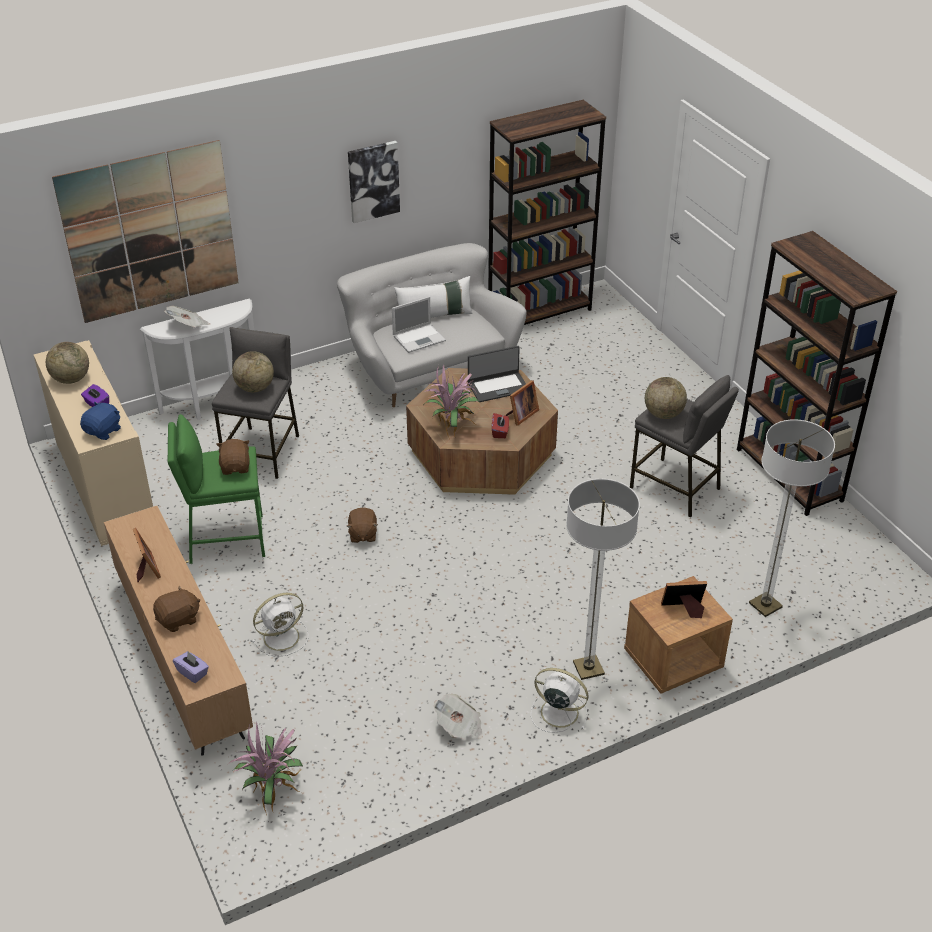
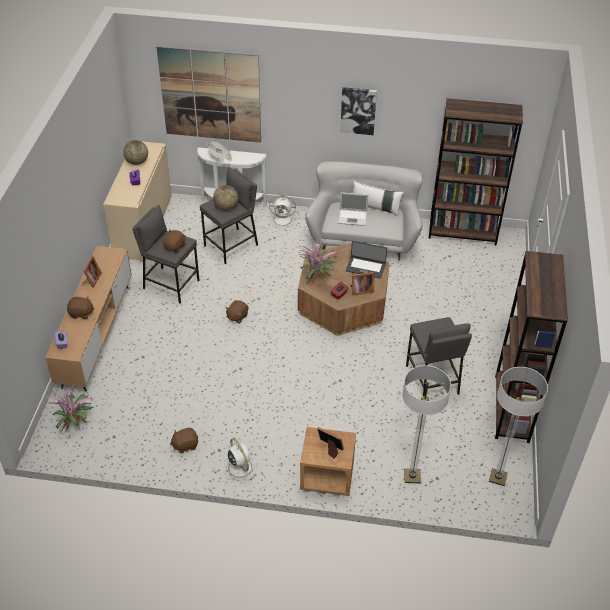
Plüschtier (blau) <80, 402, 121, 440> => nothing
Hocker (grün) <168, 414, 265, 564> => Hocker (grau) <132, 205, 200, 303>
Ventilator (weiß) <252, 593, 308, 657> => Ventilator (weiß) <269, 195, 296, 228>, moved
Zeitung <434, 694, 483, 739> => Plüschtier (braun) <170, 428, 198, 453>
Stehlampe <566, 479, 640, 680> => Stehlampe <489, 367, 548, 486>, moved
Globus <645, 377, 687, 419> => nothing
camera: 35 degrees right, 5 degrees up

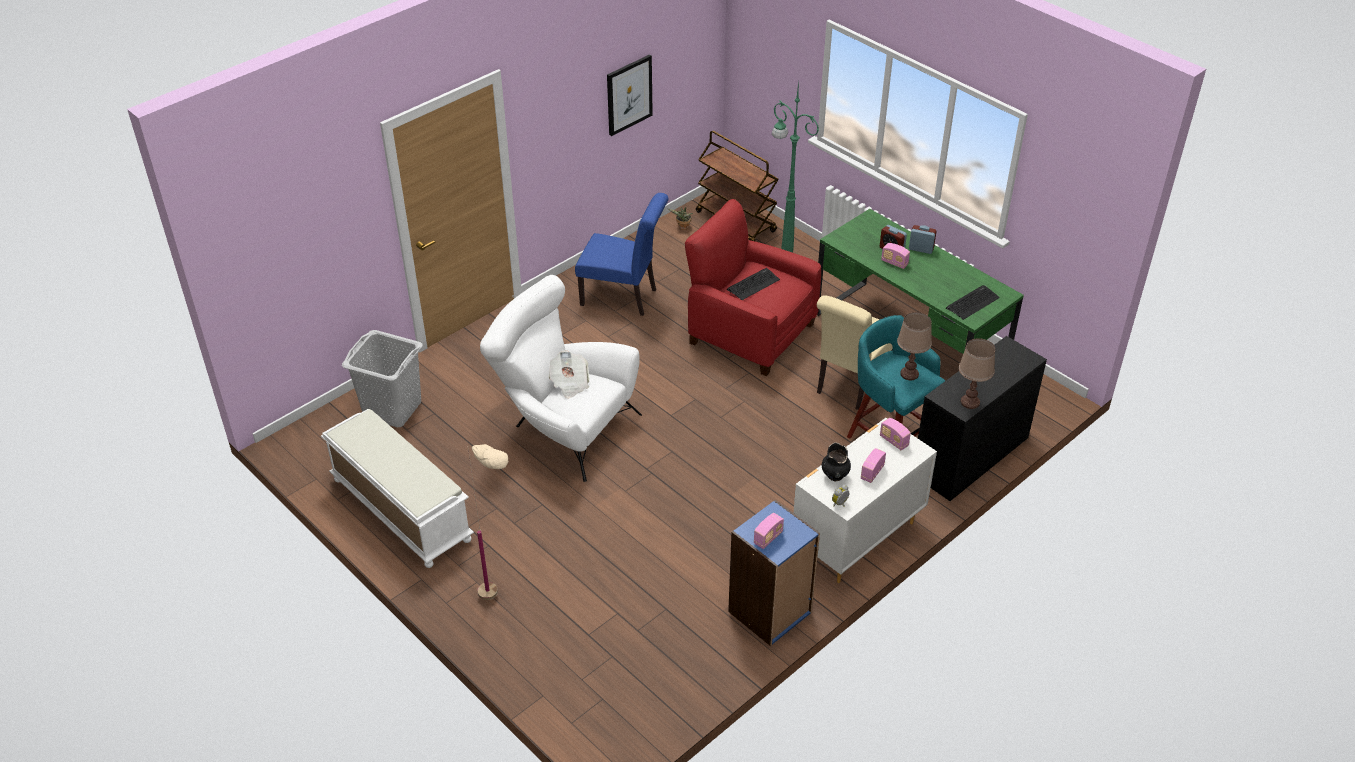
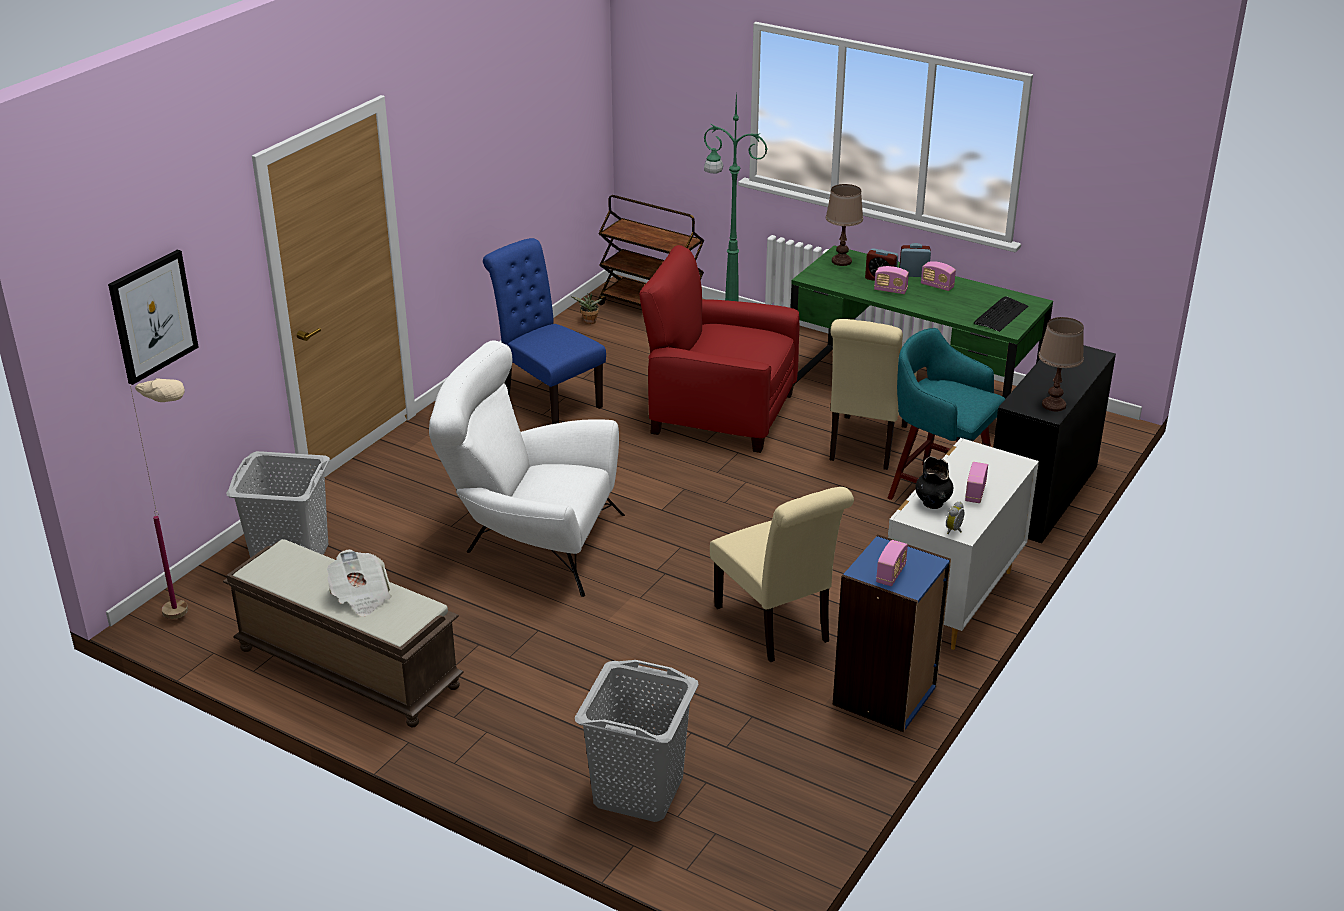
Bank (weiß) <321, 409, 474, 568> => Bank (braun) <223, 539, 464, 727>
Stehlampe (beige) <468, 444, 508, 600> => Stehlampe (beige) <130, 379, 188, 619>, moved
Zeitung <548, 350, 589, 399> => Zeitung <327, 549, 392, 617>, moved
Stuhl (blau) <575, 193, 669, 316> => Stuhl (blau) <483, 238, 606, 424>, 135 degrees counterclockwise
Bild <607, 55, 653, 136> => Bild <108, 249, 199, 385>, moved
Tastatur <727, 268, 780, 300> => nothing
Radio <880, 418, 911, 451> => Radio <921, 261, 956, 291>, moved
Tischlampe (braun) <897, 312, 932, 380> => Tischlampe (braun) <826, 184, 863, 266>, moved
nothing => Wäschekorb (grau) <575, 660, 699, 822>
nothing => Stuhl (beige) <710, 487, 854, 662>
camera: 15 degrees left, 10 degrees down

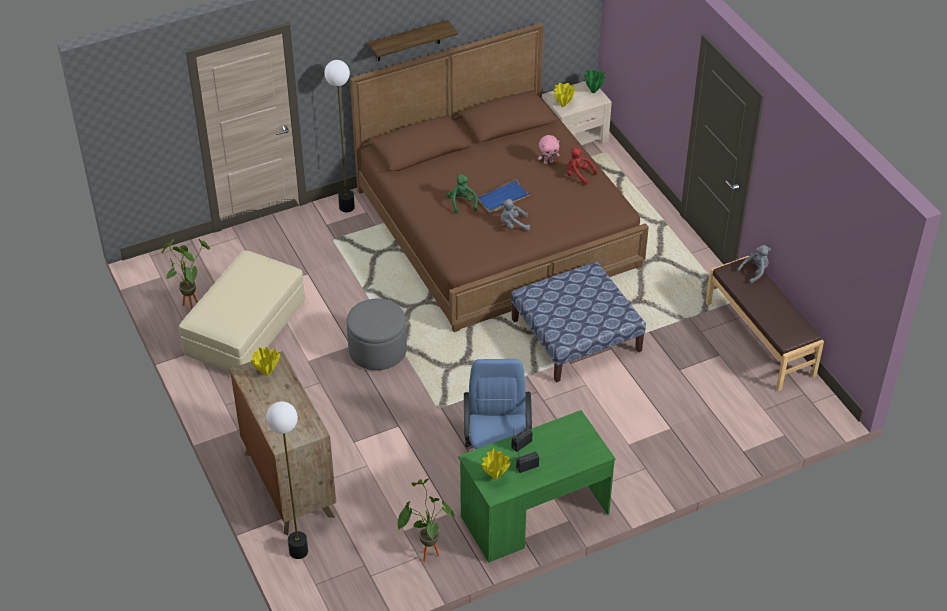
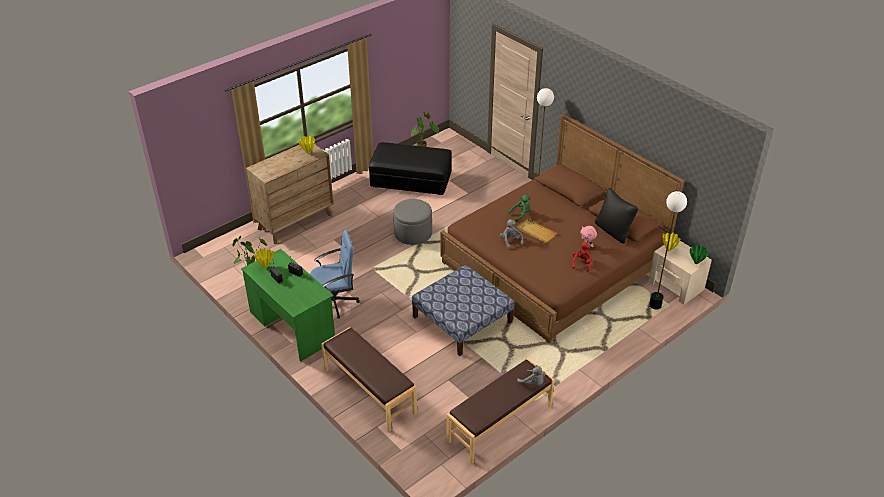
Polsterhocker (beige) <179, 250, 305, 372> => Polsterhocker (schwarz) <369, 142, 452, 195>
Stehlampe <266, 401, 308, 559> => Stehlampe <649, 191, 687, 310>, moved
Wandregal <368, 20, 458, 61> => nothing
Tablett (blau) <477, 179, 532, 213> => Tablett (beige) <517, 219, 557, 243>
nothing => Bank (braun) <321, 327, 417, 432>
nothing => Kissen (schwarz) <595, 188, 639, 244>
camera: 75 degrees right, 5 degrees down

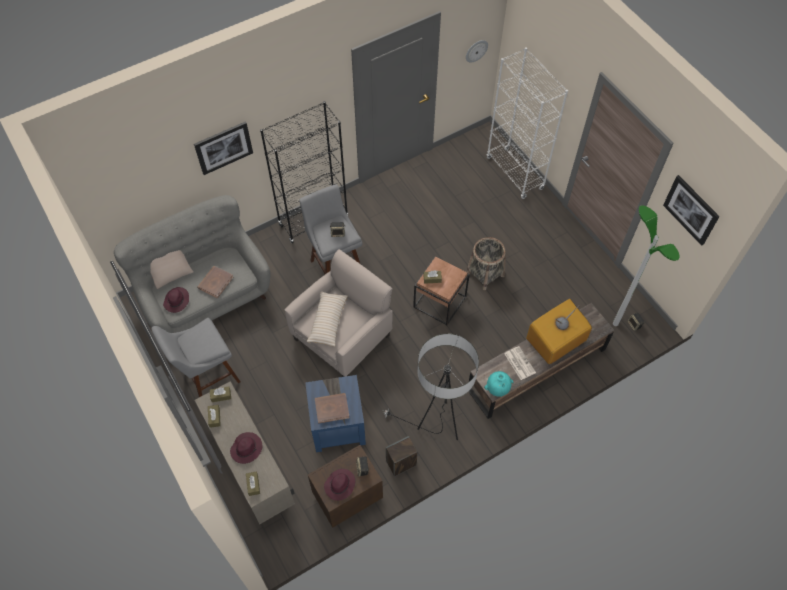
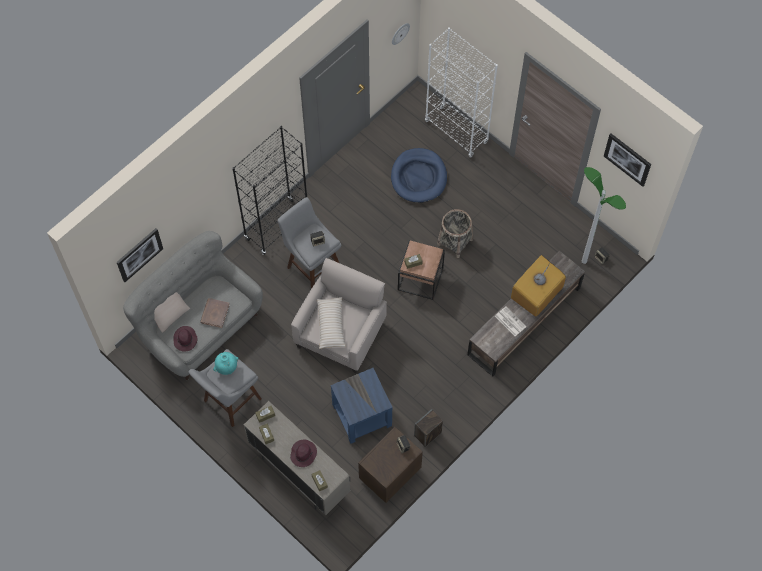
Bild <194, 121, 253, 175> => Bild <116, 228, 163, 282>, moved
Buch (braun) <315, 393, 350, 423> => nothing
Hut (lila) <324, 469, 355, 501> => nothing
Stehlampe <382, 334, 479, 440> => nothing
Vase (türkis) <484, 371, 514, 397> => Vase (türkis) <213, 352, 239, 375>, moved
nothing => Hundebett (blau) <391, 148, 447, 203>
camera: 15 degrees left, 5 degrees up

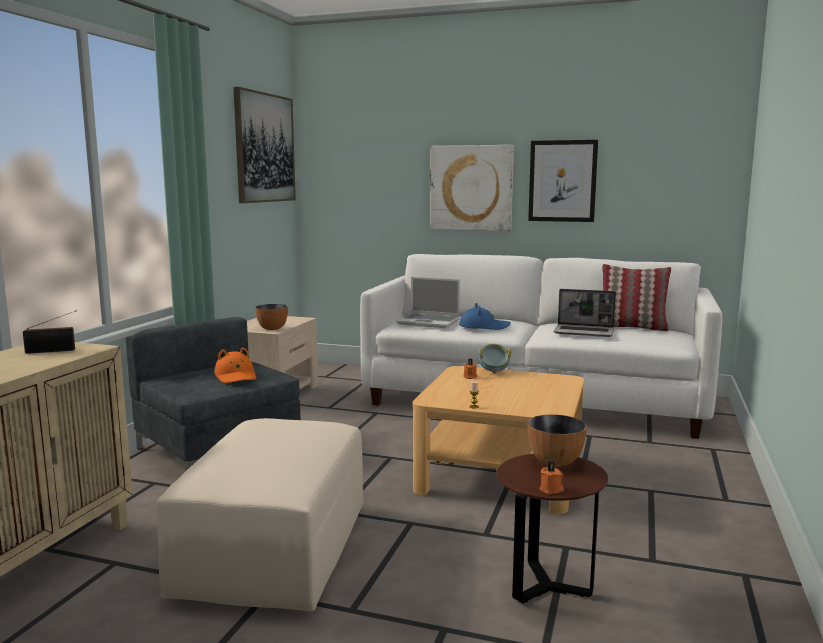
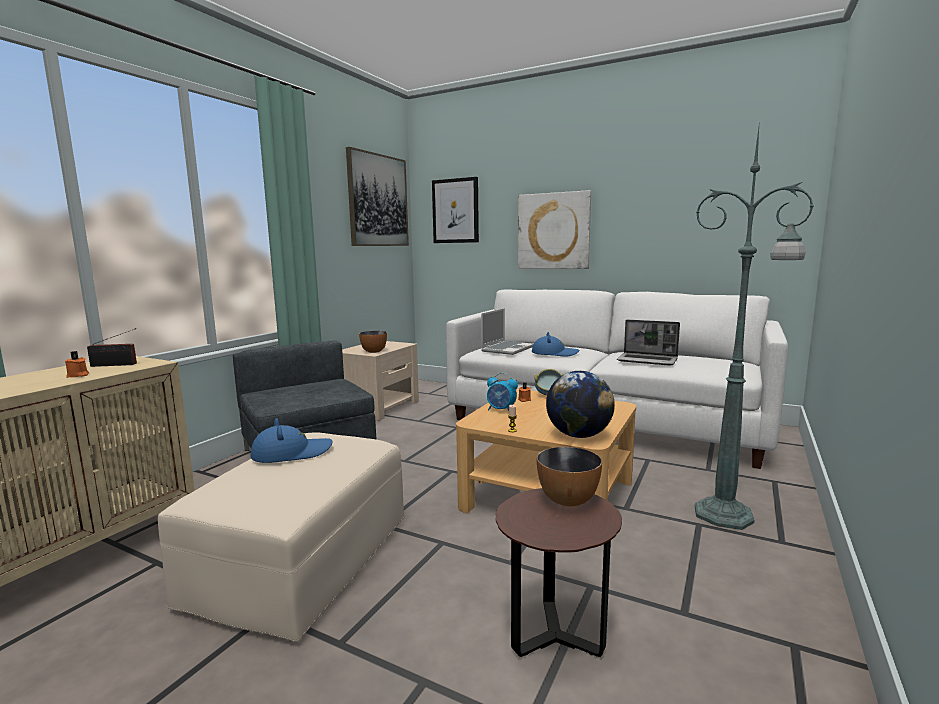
Hut (orange) <214, 347, 256, 383> => nothing
Laptop <397, 277, 460, 328> => Laptop <481, 308, 534, 355>, 90 degrees counterclockwise
Bild <528, 140, 598, 222> => Bild <432, 177, 479, 243>, moved
Kerze (orange) <539, 461, 564, 494> => Kerze (orange) <65, 351, 89, 378>, moved
Kissen <602, 264, 671, 331> => nothing
nothing => Hut (blau) <250, 418, 333, 463>
nothing => Wecker <487, 372, 518, 411>
nothing => Globus <546, 371, 615, 438>
nothing => Stehlampe (grün) <695, 128, 814, 530>
camera: 10 degrees right, 0 degrees up

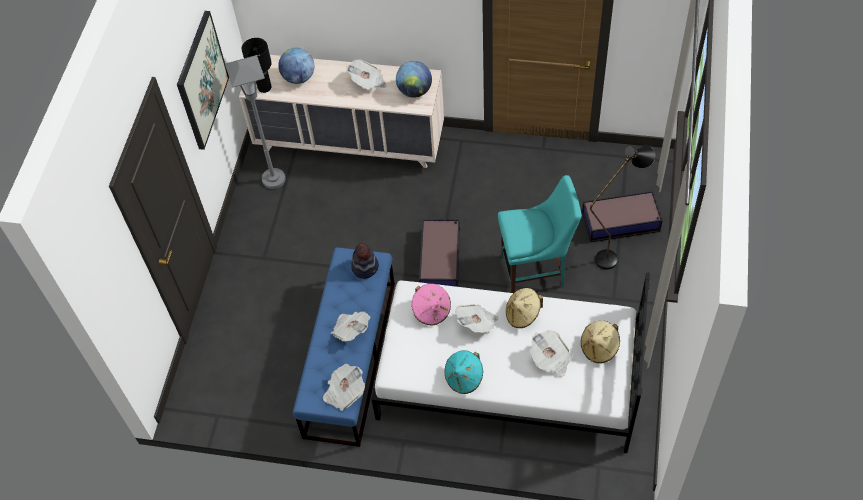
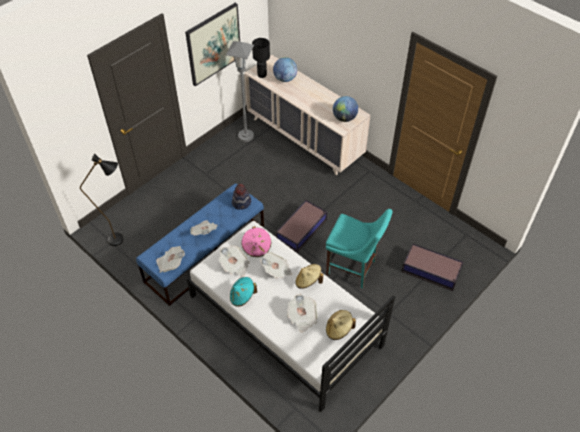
Zeitung <346, 59, 386, 90> => Zeitung <219, 245, 250, 277>, moved
Stehlampe (schwarz) <590, 146, 655, 269> => Stehlampe (schwarz) <80, 154, 124, 246>, moved
camera: 30 degrees right, 5 degrees down

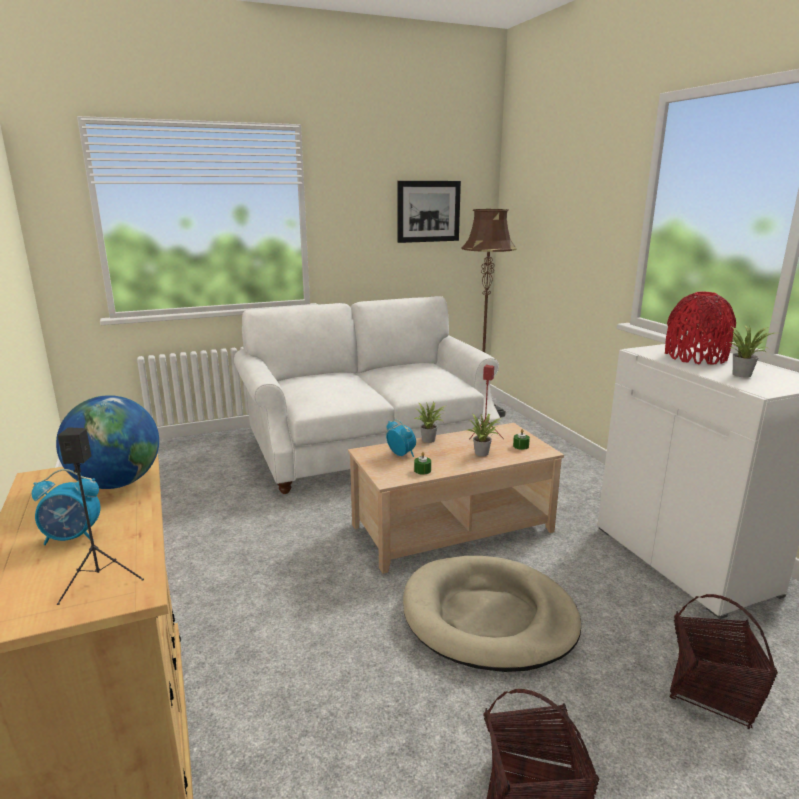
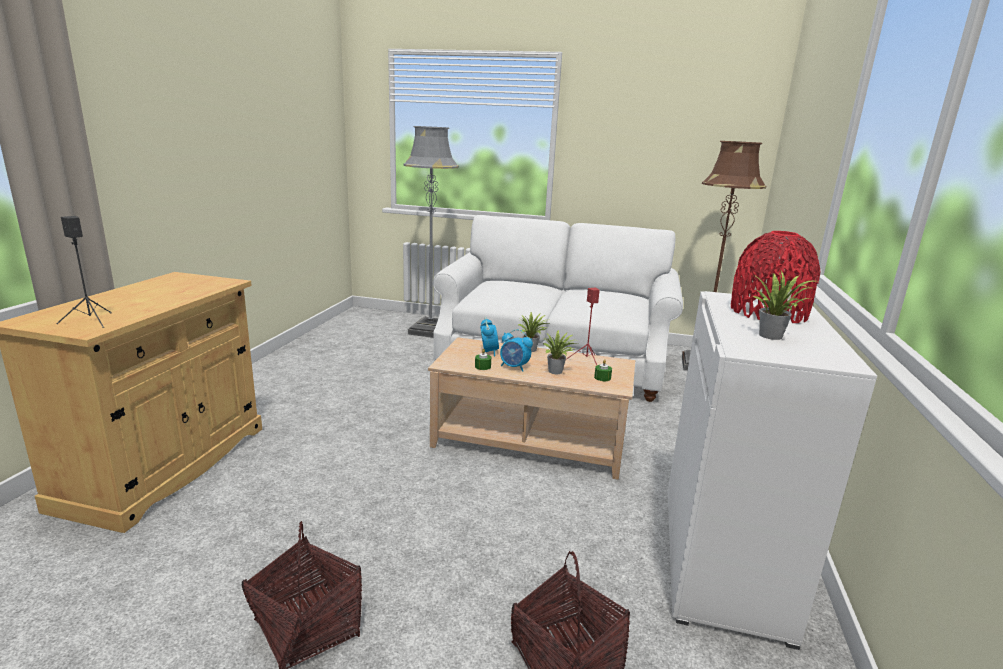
Wecker <32, 469, 100, 545> => Wecker <500, 329, 533, 372>, moved
Globus <56, 395, 159, 489> => nothing
Bild <398, 181, 461, 243> => nothing
Hundebett (beige) <403, 556, 581, 672> => nothing
nothing => Stehlampe (grau) <403, 126, 459, 338>
camera: 35 degrees right, 0 degrees up

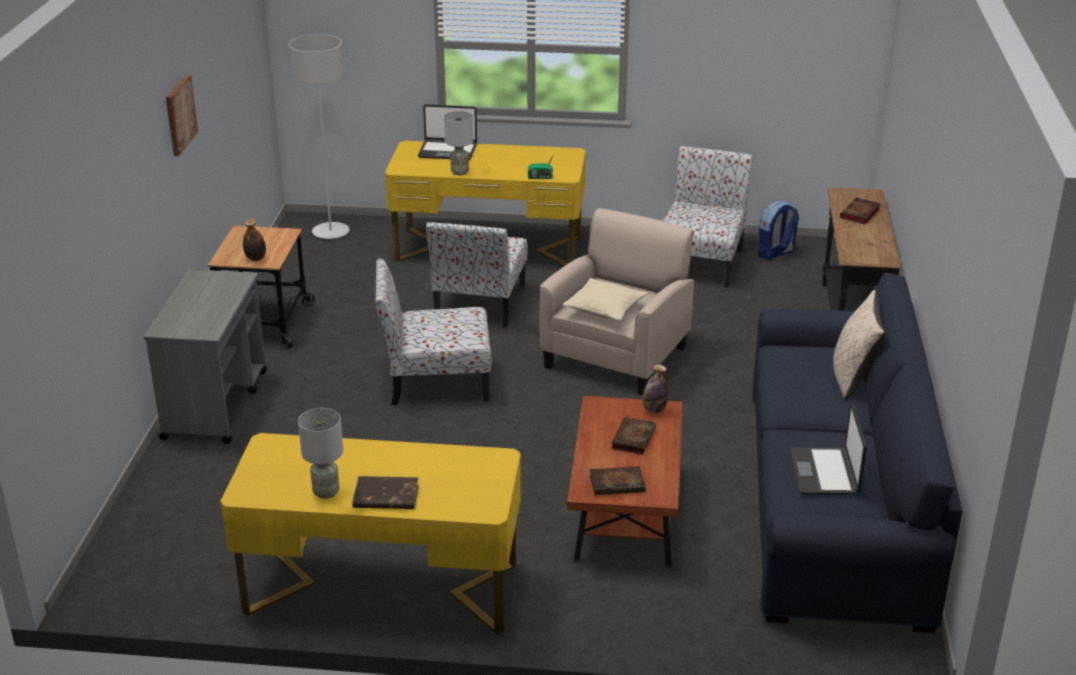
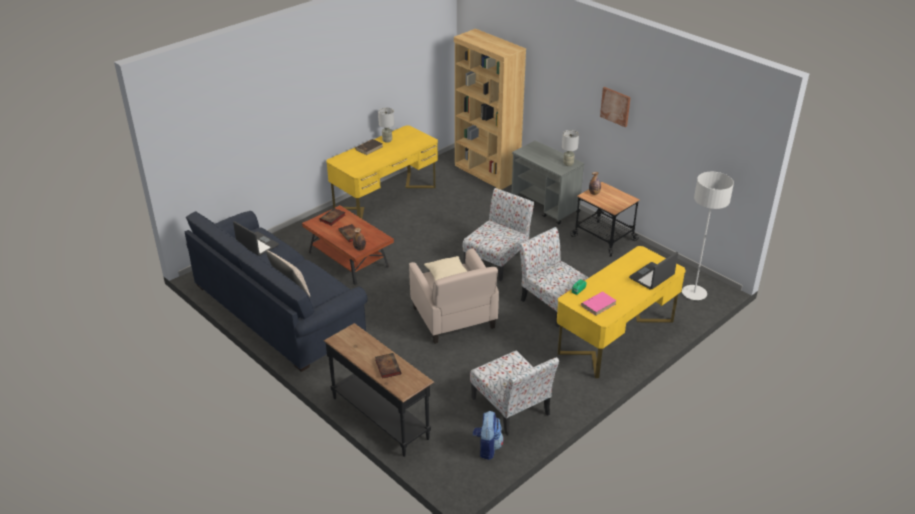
Tischlampe (grau) <444, 111, 473, 175> => Tischlampe (grau) <562, 130, 579, 166>, moved
nothing => Bücherregal (braun) <454, 29, 526, 190>
nothing => Buch (rosa) <581, 292, 617, 316>
camera: 130 degrees right, 5 degrees up

